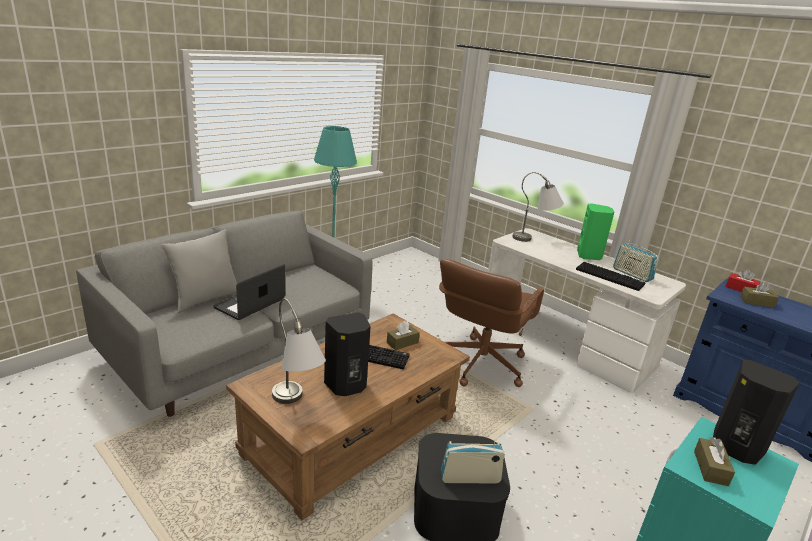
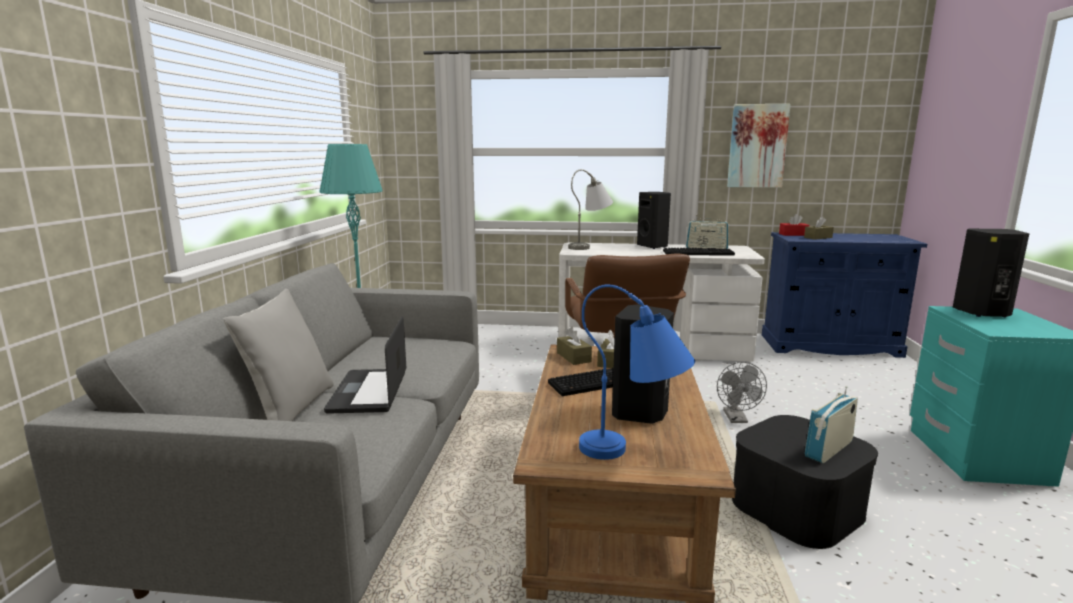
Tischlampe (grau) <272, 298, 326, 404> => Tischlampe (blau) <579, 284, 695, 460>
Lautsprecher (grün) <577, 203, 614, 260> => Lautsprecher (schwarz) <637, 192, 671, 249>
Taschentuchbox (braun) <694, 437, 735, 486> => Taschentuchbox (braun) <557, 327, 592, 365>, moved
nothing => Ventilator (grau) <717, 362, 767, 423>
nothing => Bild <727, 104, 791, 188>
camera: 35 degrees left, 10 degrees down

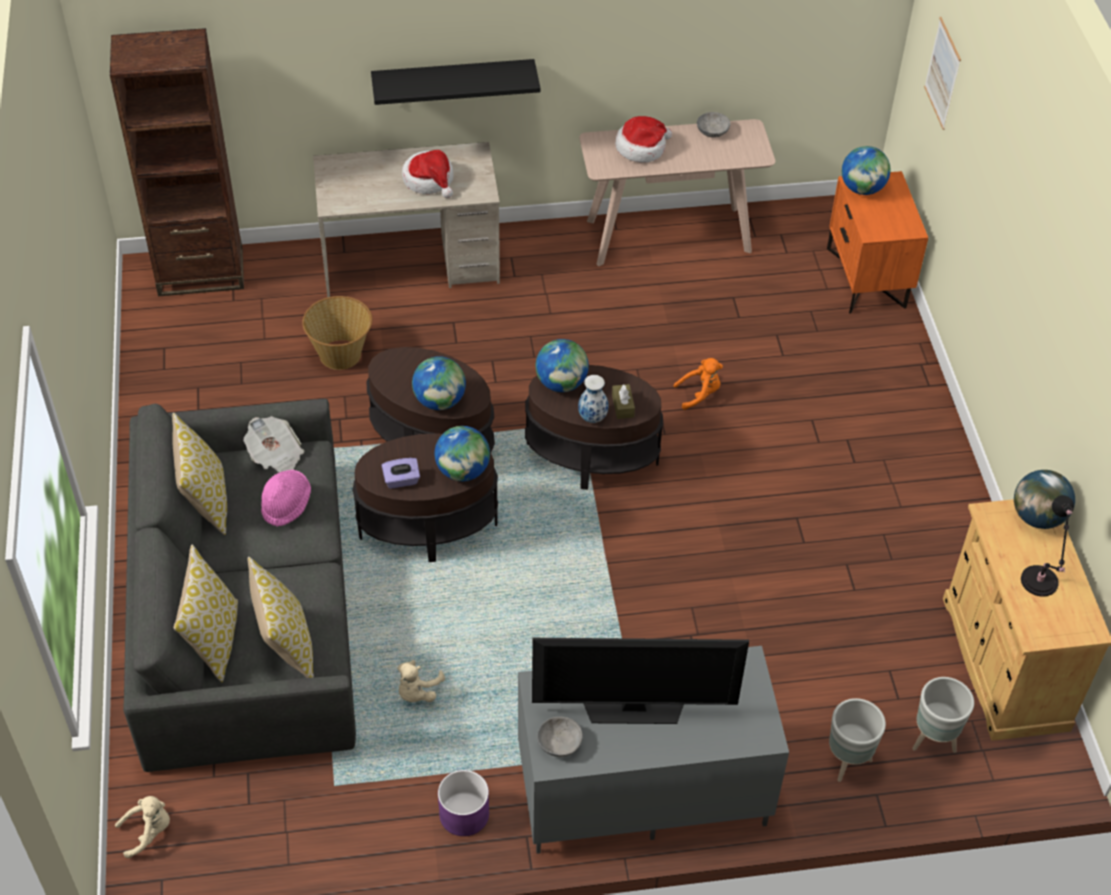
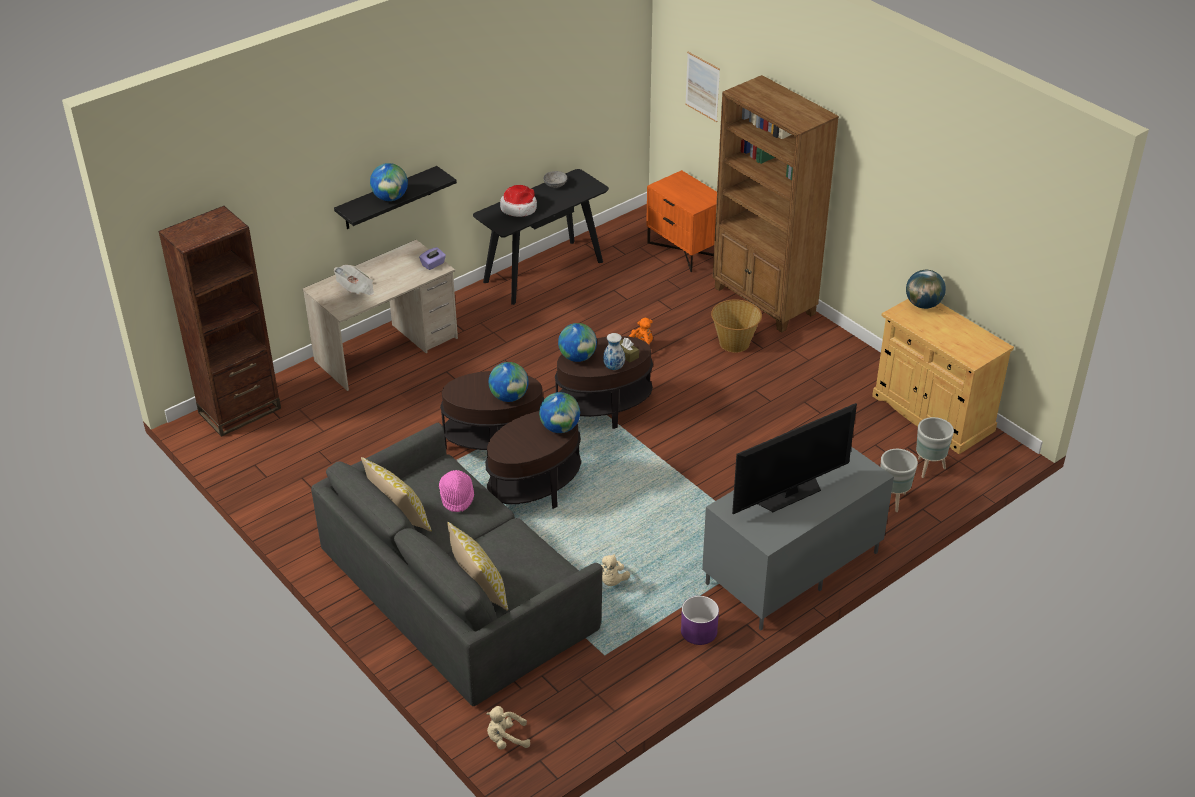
Plüschtier (beige) <115, 796, 170, 858> => Plüschtier (beige) <486, 706, 530, 749>, 135 degrees counterclockwise
Zeitung <244, 416, 304, 473> => Zeitung <334, 265, 374, 296>, moved
Kissen <248, 557, 314, 678> => nothing
Korb <302, 296, 372, 370> => Korb <711, 299, 762, 353>, moved
Taschentuchbox (lila) <382, 458, 420, 488> => Taschentuchbox (lila) <419, 247, 446, 270>, moved
Hut <402, 150, 454, 198> => nothing
Schüssel (grau) <537, 717, 583, 757> => nothing
Konsolentisch (beige) <579, 119, 775, 266> => Konsolentisch (schwarz) <473, 169, 609, 305>
Globus <842, 146, 891, 195> => Globus <370, 163, 408, 201>, moved
Tischlampe (schwarz) <1021, 495, 1074, 597> => nothing
nothing => Bücherregal (braun) <713, 75, 839, 333>
camera: 30 degrees left, 10 degrees down

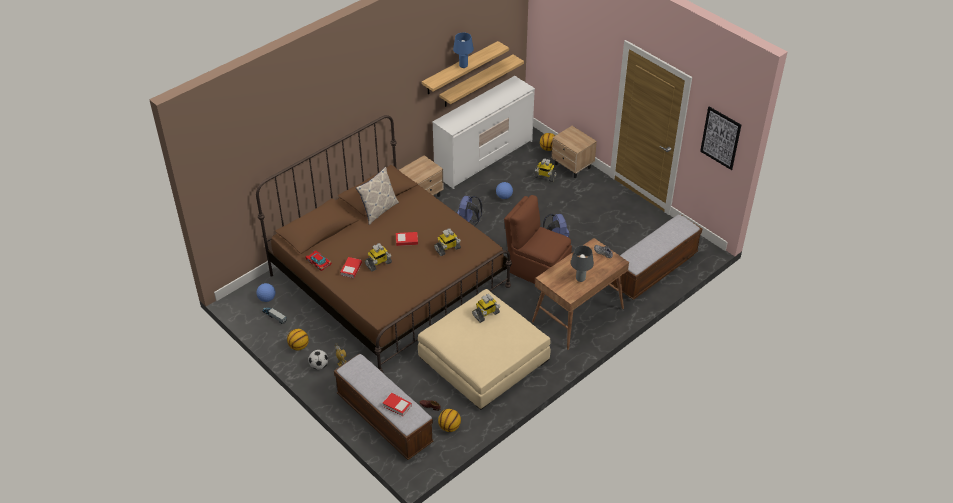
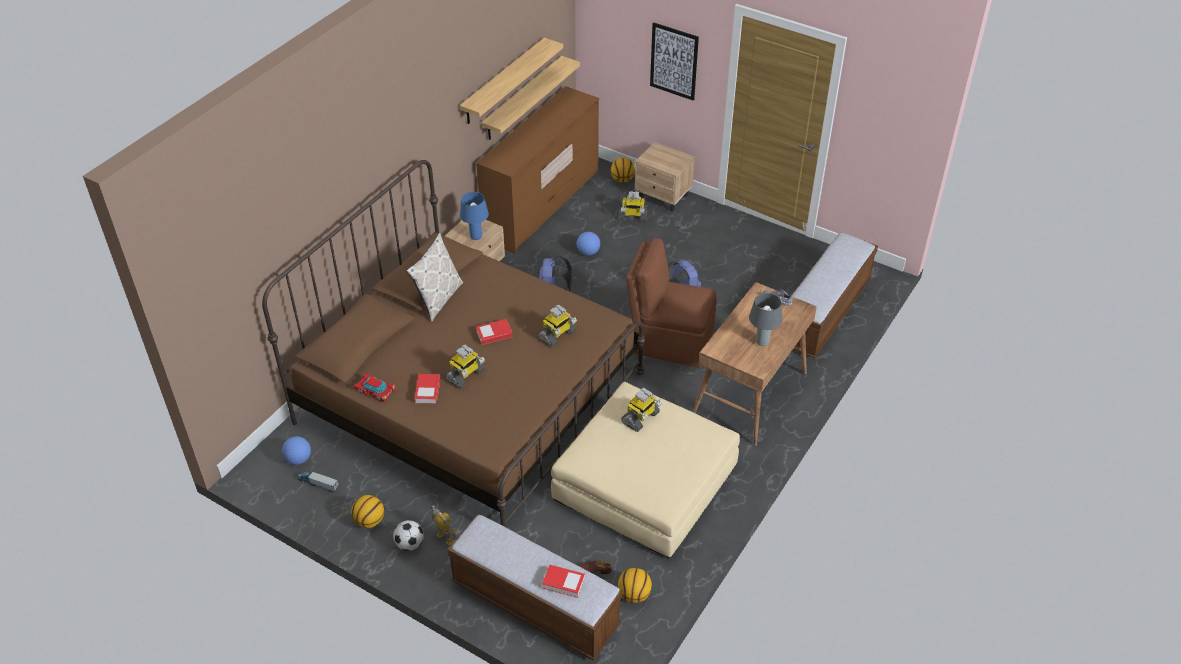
Kommode (weiß) <432, 76, 535, 189> => Kommode (braun) <476, 86, 599, 254>
Tischlampe (blau) <453, 32, 474, 68> => Tischlampe (blau) <460, 192, 489, 240>, moved
Bild <700, 107, 741, 170> => Bild <650, 22, 699, 101>, moved
camera: 15 degrees left, 0 degrees up

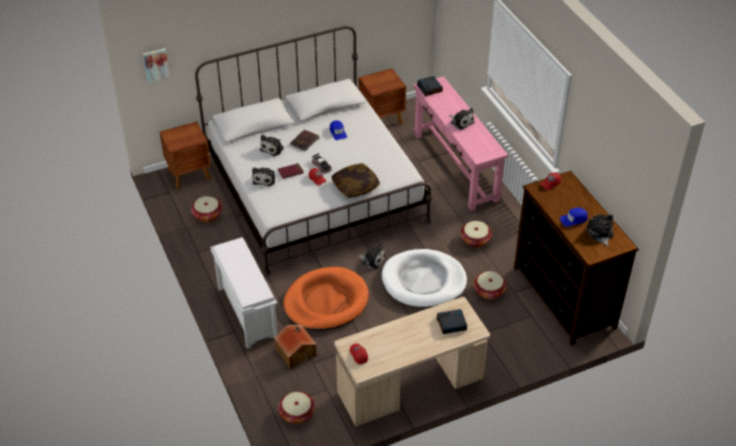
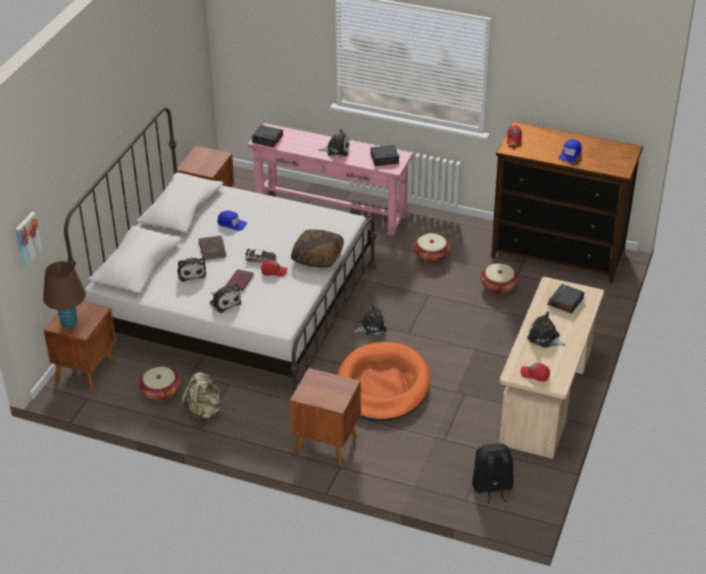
Bank (weiß) <211, 237, 278, 349> => Nachttisch (braun) <290, 368, 361, 467>
Spielzeughaus <274, 325, 317, 369> => nothing
Korb <278, 391, 315, 424> => Rucksack (schwarz) <472, 443, 514, 504>
Hundebett (weiß) <382, 249, 467, 308> => nothing
Plüschtier <586, 214, 614, 246> => Plüschtier <527, 311, 566, 348>, moved
nothing => Tischlampe (braun) <43, 261, 86, 328>
nothing => Rucksack (beige) <181, 372, 221, 423>
nothing => Wecker <371, 145, 399, 166>
camera: 45 degrees left, 5 degrees down

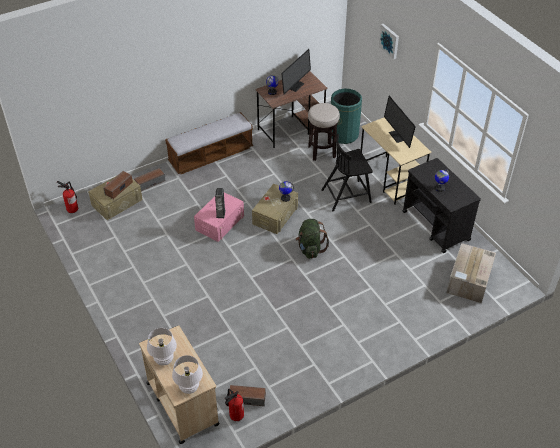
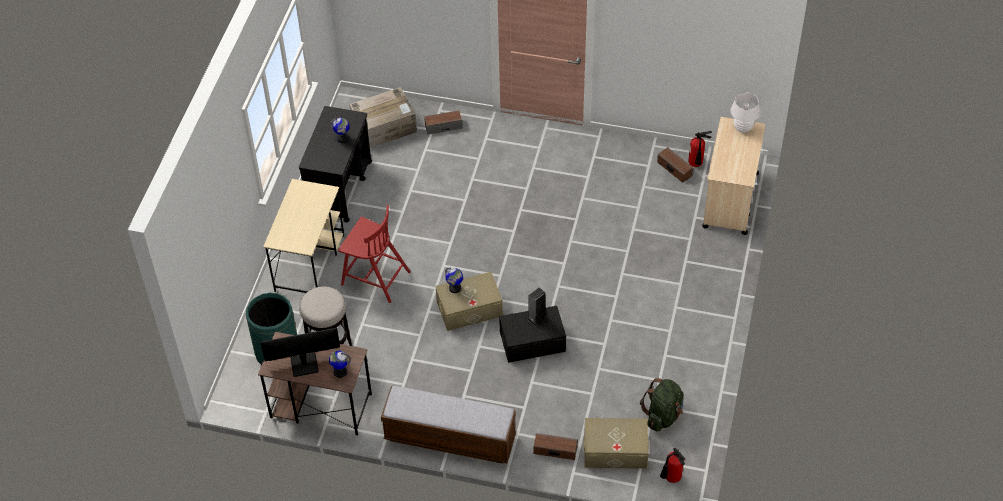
Lautsprecher <103, 171, 133, 199> => Lautsprecher <424, 111, 463, 135>, moved
Tischlampe (weiß) <147, 328, 177, 366> => nothing
Aufbewahrungsbox (rosa) <194, 192, 244, 242> => Aufbewahrungsbox (schwarz) <499, 306, 566, 363>
Rucksack (grün) <296, 219, 329, 259> => Rucksack (grün) <640, 378, 684, 432>, moved
Stuhl (schwarz) <321, 134, 373, 211> => Stuhl (rot) <338, 205, 411, 303>
Bild <379, 24, 399, 59> => nothing
Monitor <384, 96, 416, 148> => nothing
camera: 135 degrees left, 5 degrees up

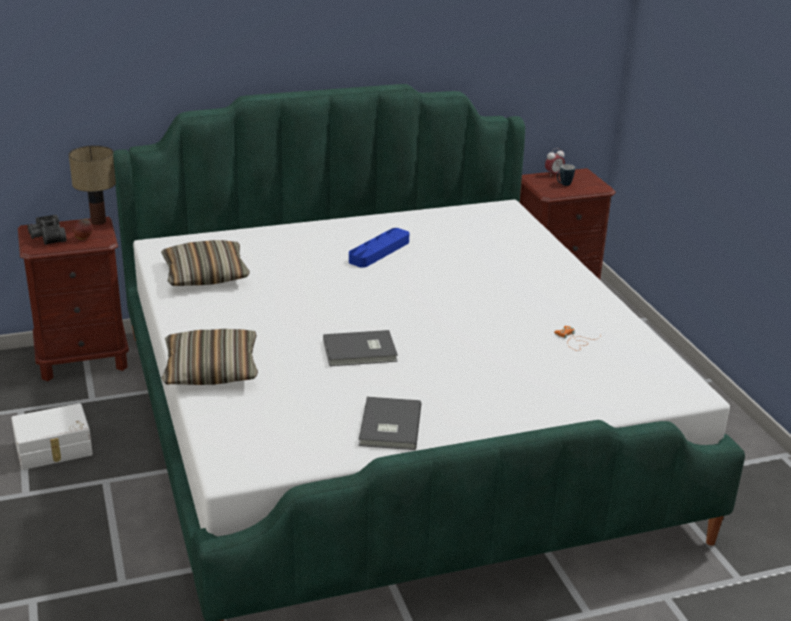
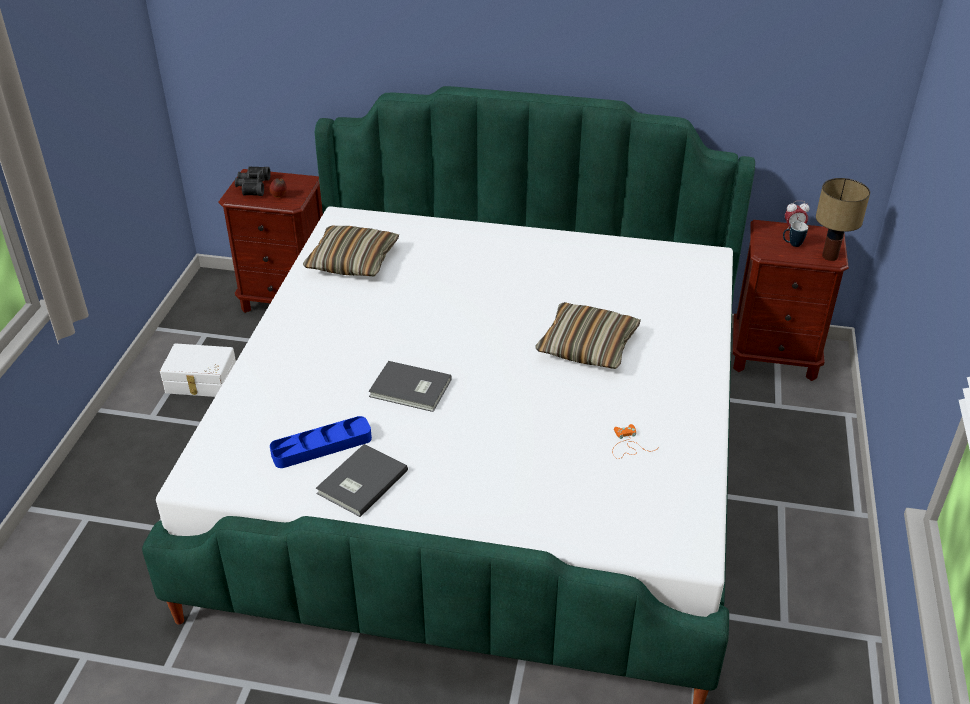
Tischlampe <69, 145, 116, 225> => Tischlampe <816, 178, 870, 261>, moved
Kissen <161, 329, 258, 385> => Kissen <536, 302, 641, 369>, moved
Tablett (blau) <349, 228, 409, 268> => Tablett (blau) <270, 416, 372, 468>, moved
camera: 30 degrees right, 10 degrees up

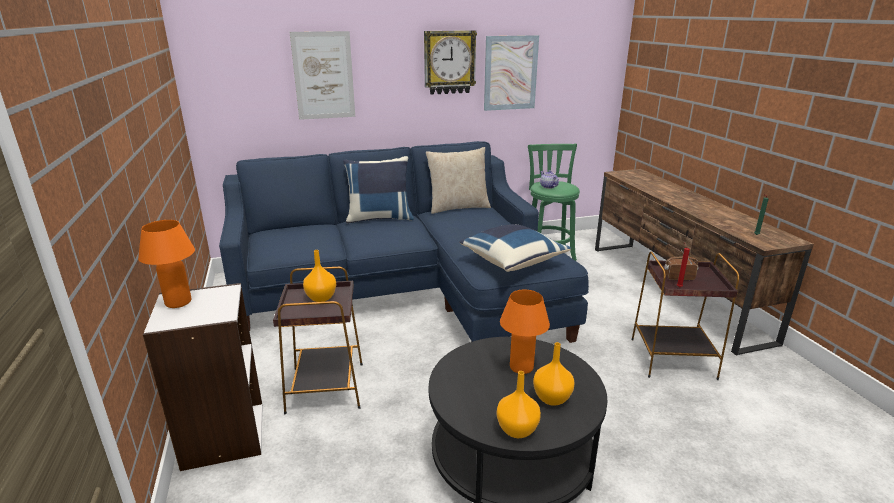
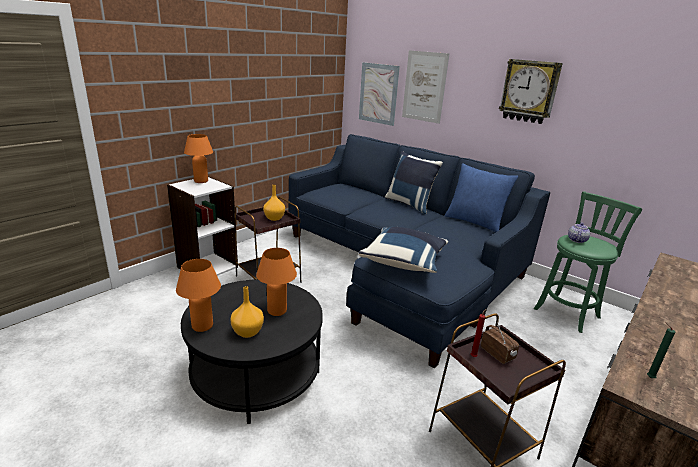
Kissen (beige) <426, 147, 491, 214> => Kissen (blau) <444, 163, 518, 232>
Bild <484, 35, 539, 111> => Bild <359, 62, 400, 126>, moved
Vase (orange) <497, 371, 541, 438> => Tischlampe (orange) <176, 259, 221, 332>
camera: 55 degrees right, 0 degrees up

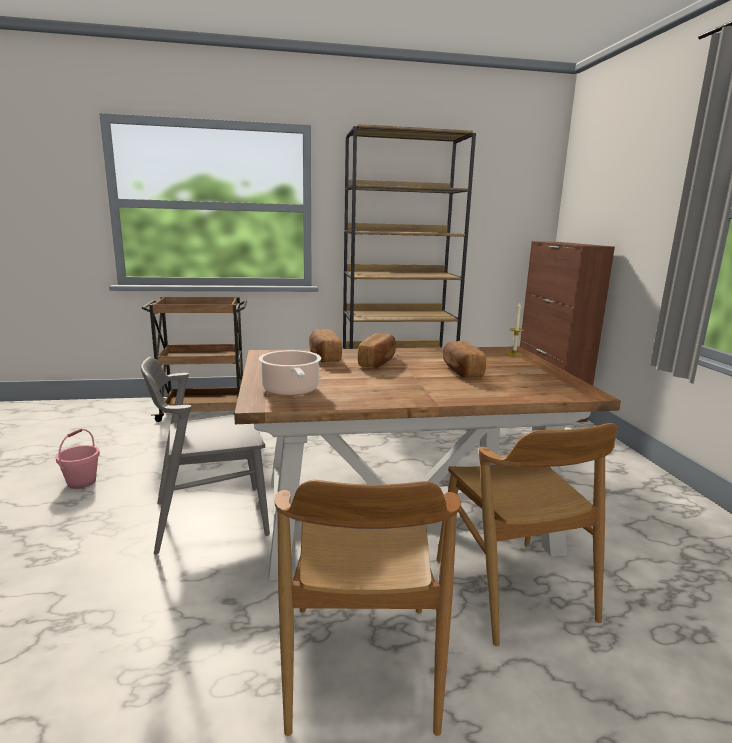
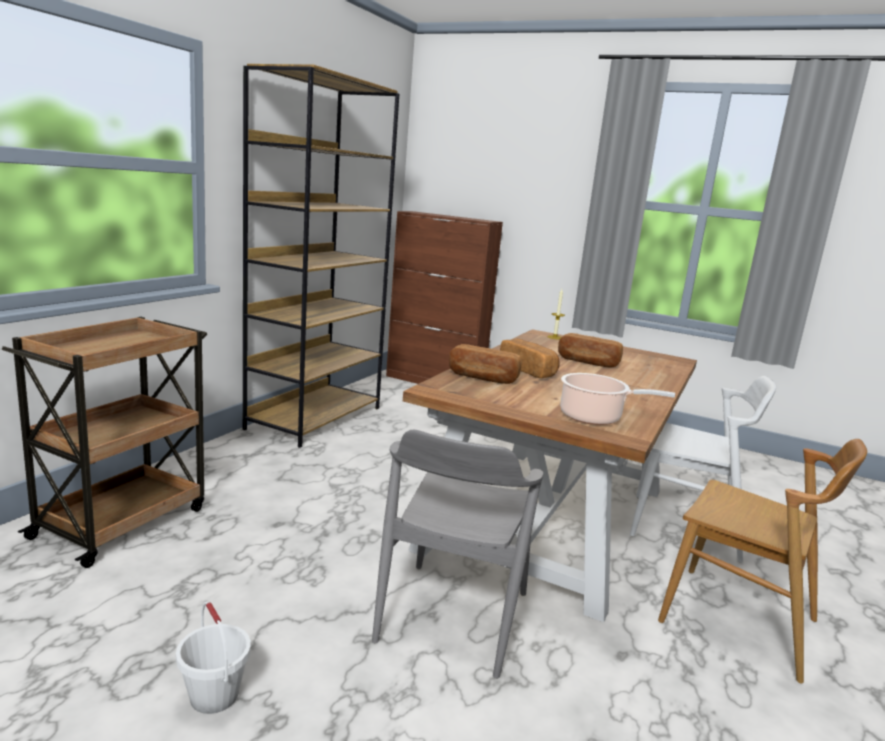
Eimer (rosa) <55, 429, 100, 489> => Eimer (weiß) <176, 602, 251, 714>
Stuhl (braun) <436, 423, 617, 646> => Stuhl (weiß) <630, 376, 776, 563>
camera: 55 degrees left, 0 degrees up

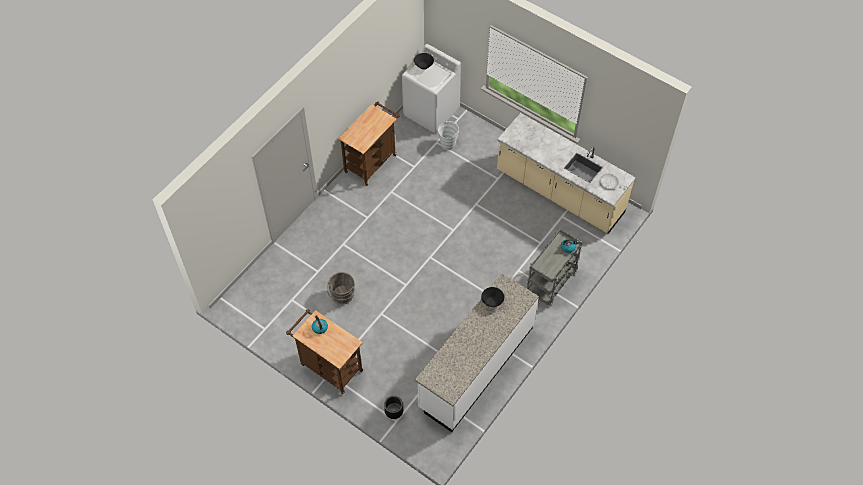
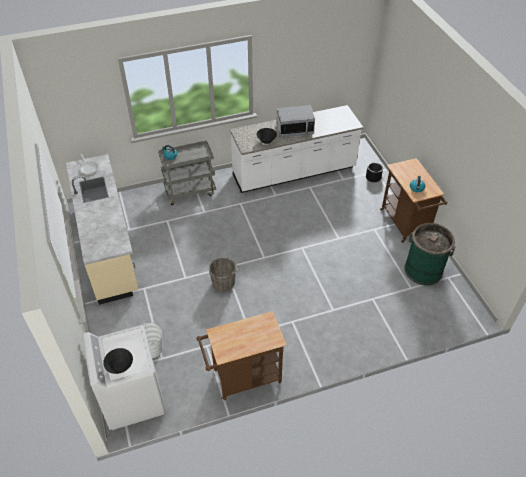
Eimer (grau) <327, 272, 355, 304> => Eimer (grau) <209, 257, 240, 292>, moved
nothing => Mikrowelle <276, 105, 315, 137>
nothing => Mülleimer (grün) <404, 223, 455, 285>
camera: 145 degrees left, 10 degrees down

